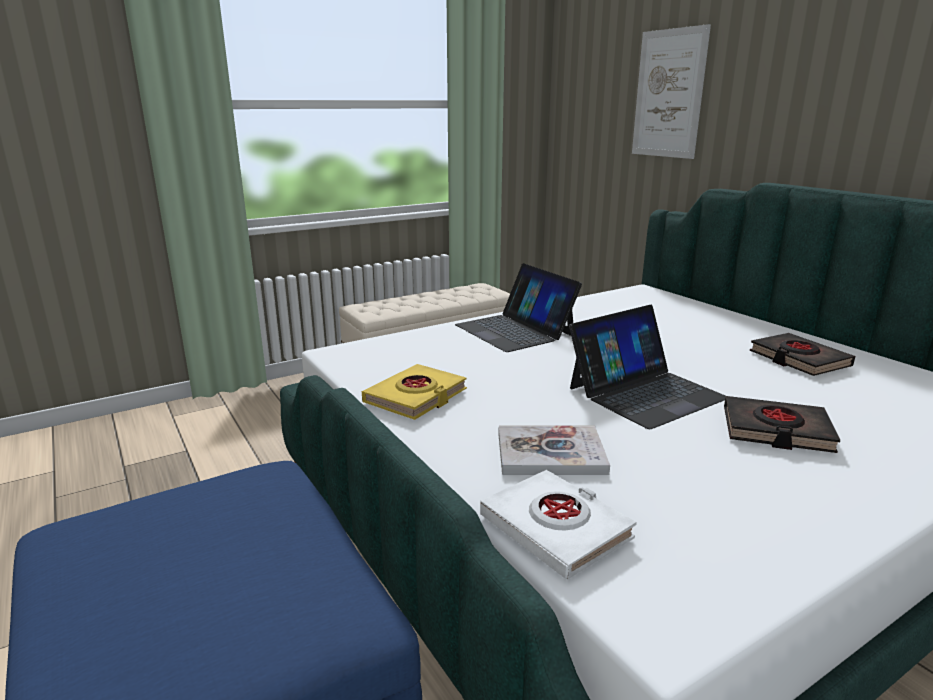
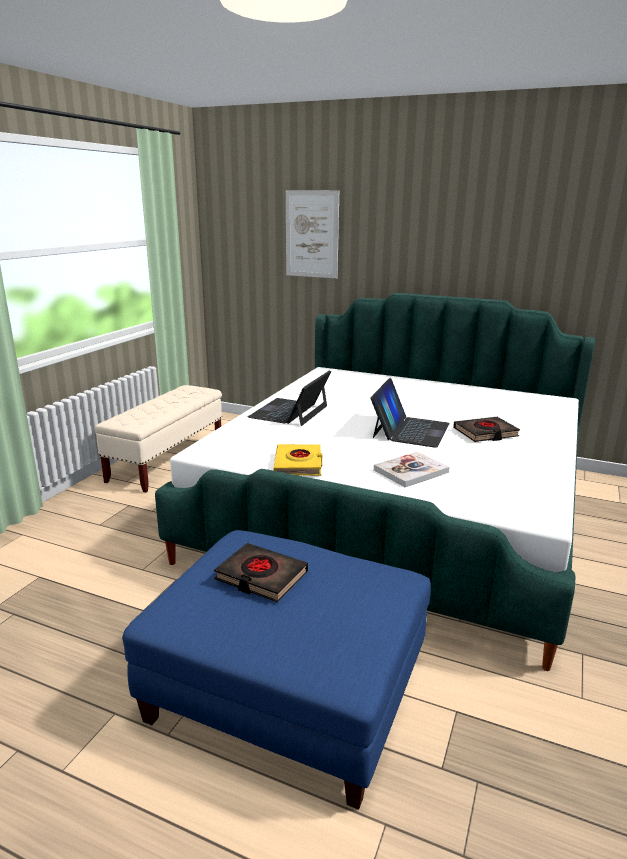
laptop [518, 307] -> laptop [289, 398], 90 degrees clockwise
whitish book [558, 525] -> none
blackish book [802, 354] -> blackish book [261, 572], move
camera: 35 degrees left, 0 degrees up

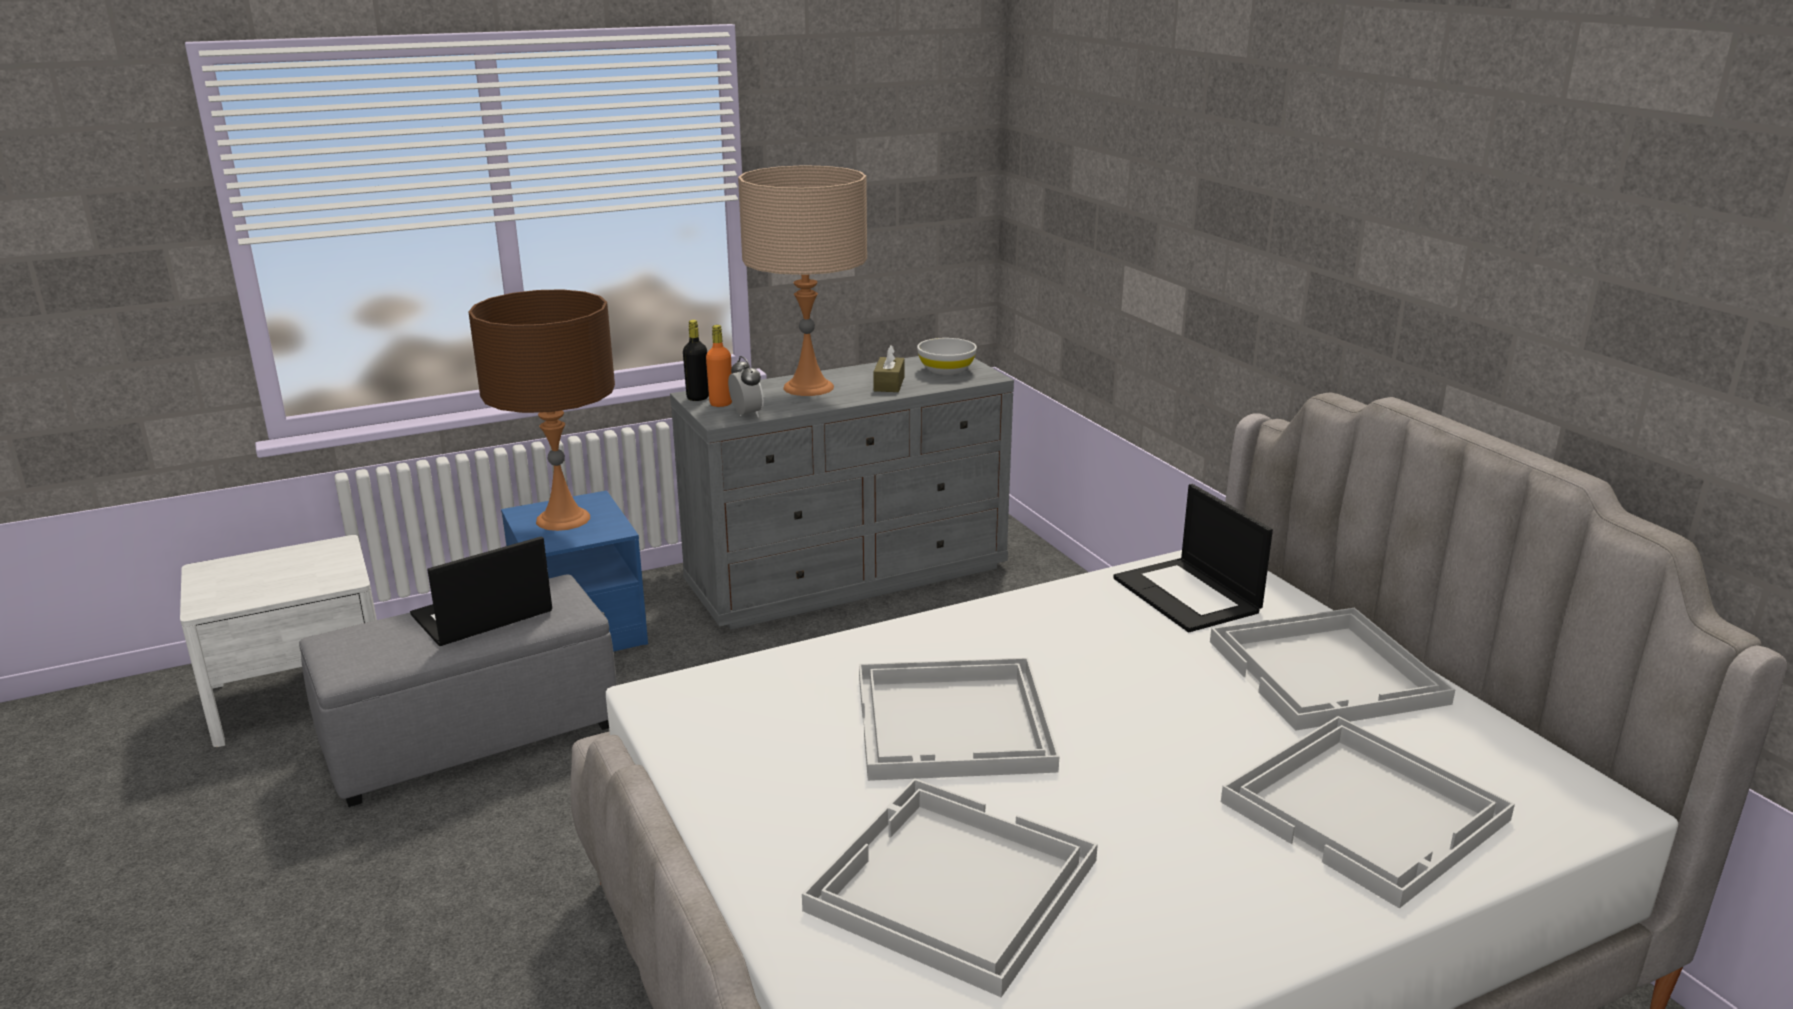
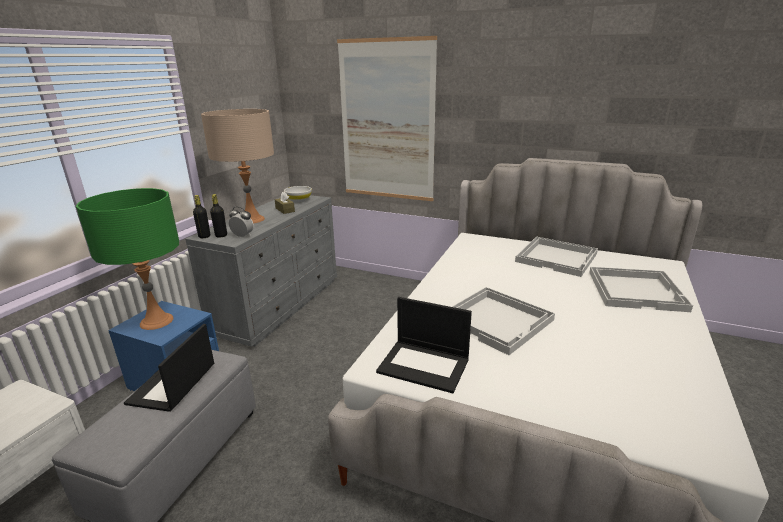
brown-coloured tabletop lamp [541, 410] -> green-coloured tabletop lamp [127, 259]
orange drink bottle [719, 366] -> blackish drink bottle [218, 216]
whitish tray [950, 887] -> none
laptop [1193, 558] -> laptop [424, 345], move
none -> wall picture [387, 118]
camera: 40 degrees left, 0 degrees up

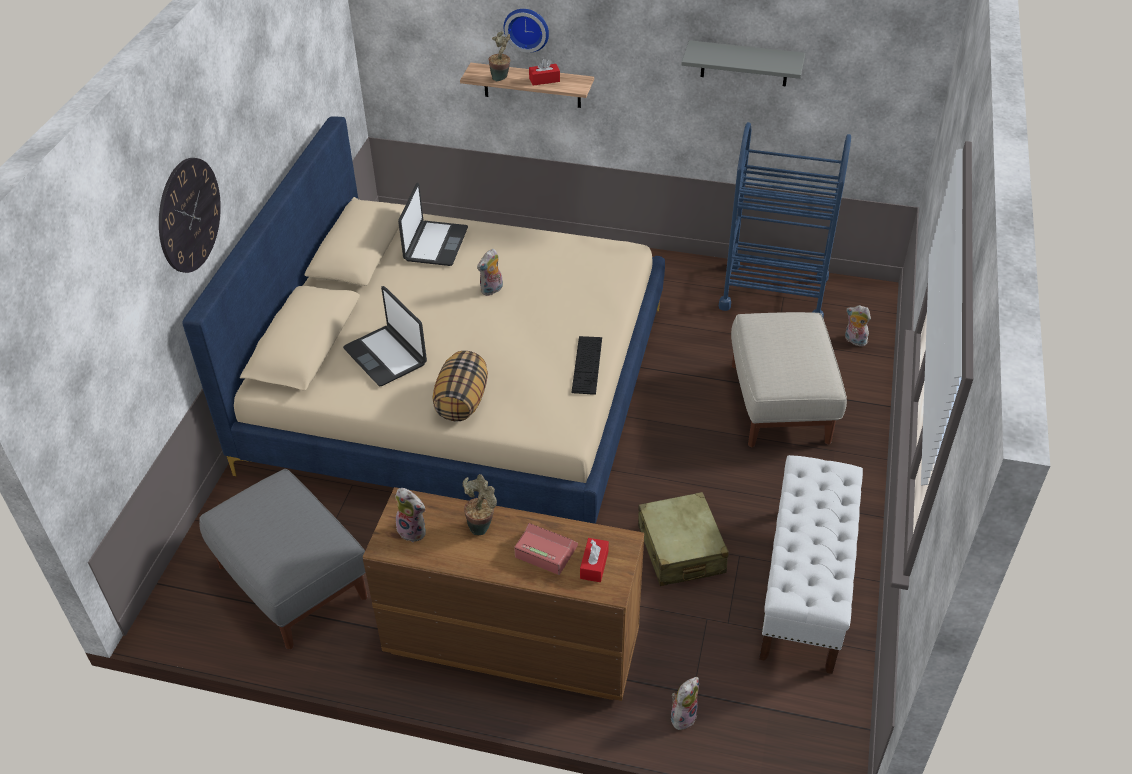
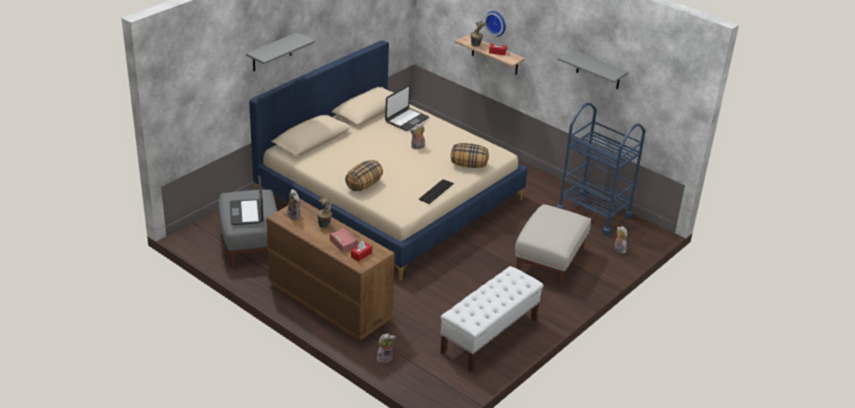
hanging clock [190, 215] -> gray wall shelf [280, 52]
laptop [385, 336] -> laptop [247, 200], move
beige suitcase [683, 539] -> none
none -> throw pillow [470, 155]
camera: 25 degrees right, 10 degrees down

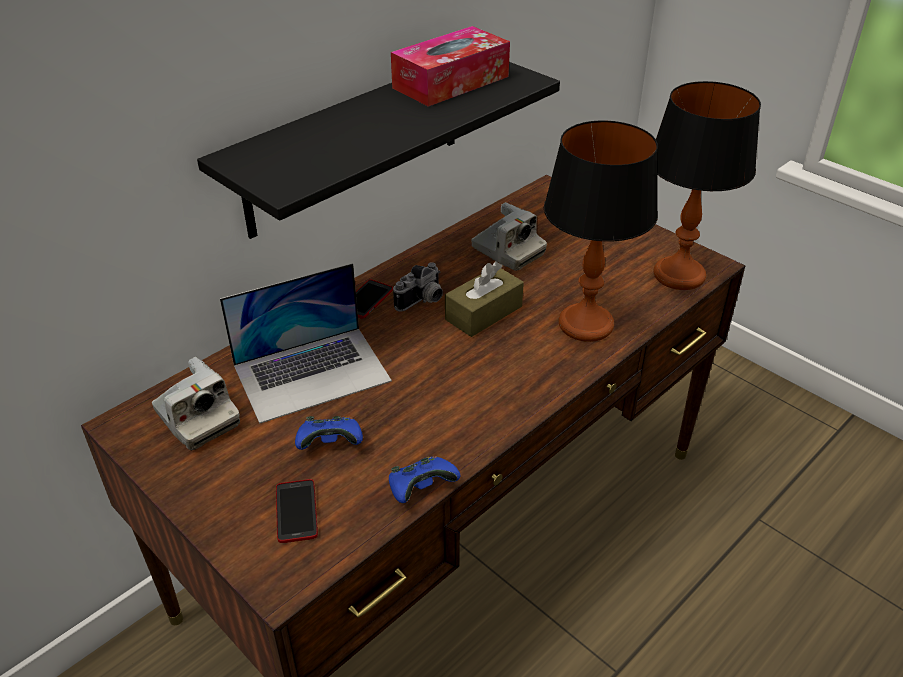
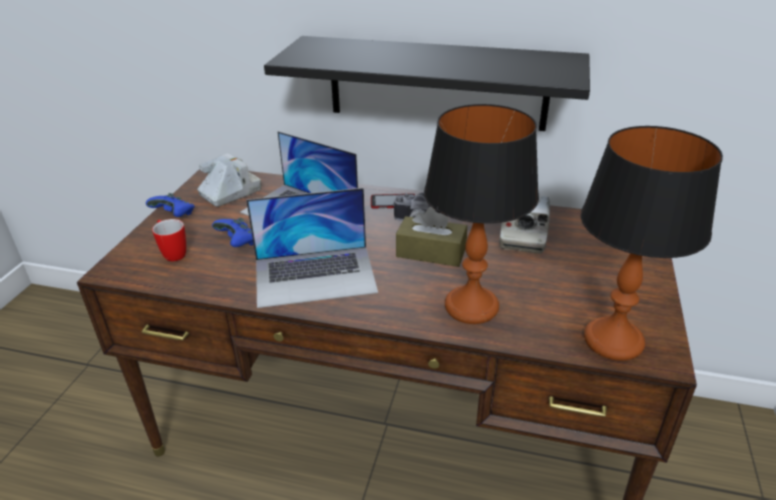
still camera [196, 403] -> still camera [229, 180], 150 degrees counterclockwise
telephone [297, 511] -> tea mug [169, 240]
blue-coloured game controller [424, 479] -> blue-coloured game controller [170, 205], move
tissue box [450, 66] -> none
none -> laptop [312, 248]
camera: 60 degrees right, 5 degrees down

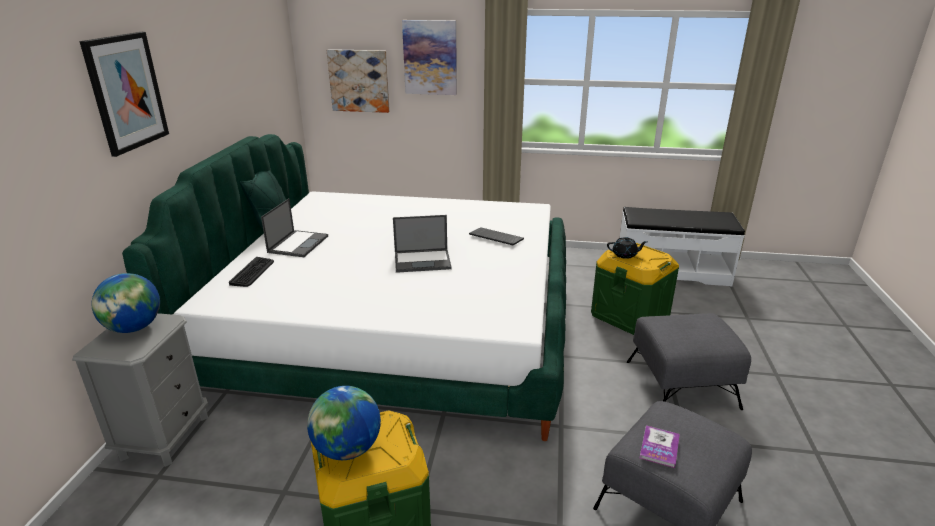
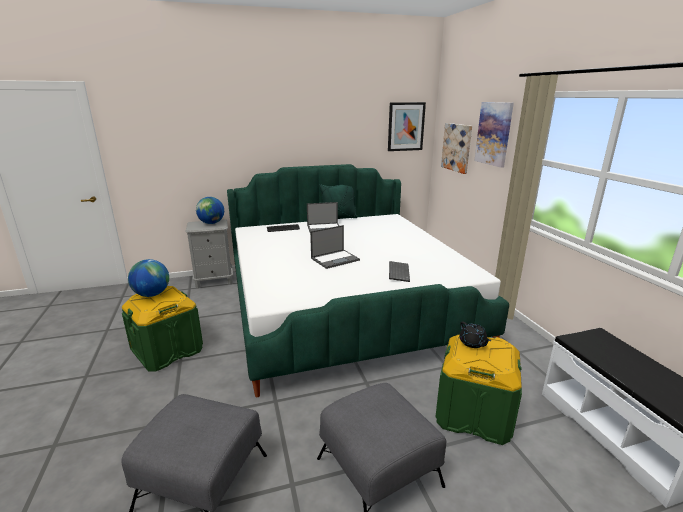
wall picture [124, 94] -> wall picture [407, 126], move
laptop [422, 244] -> laptop [335, 247], 90 degrees counterclockwise
book [660, 446] -> none
camera: 65 degrees right, 5 degrees down

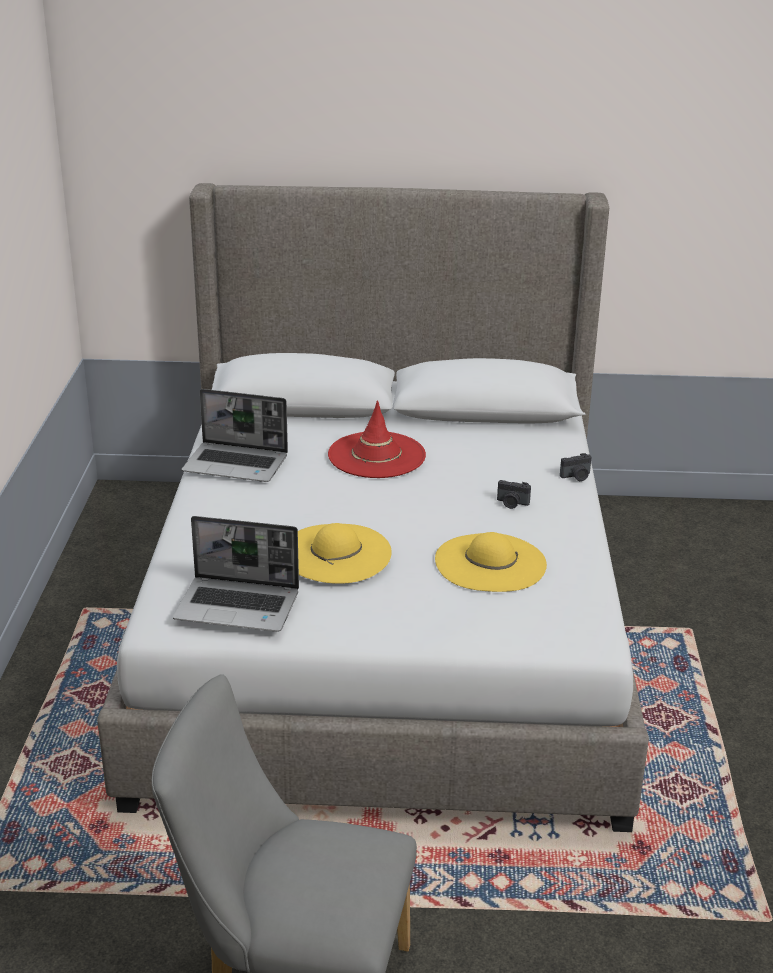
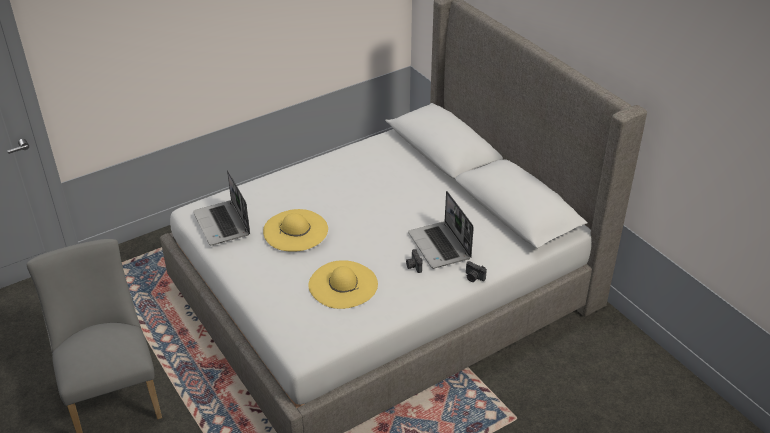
laptop [235, 435] -> laptop [441, 230], move
red-coloured clothing hat [377, 439] -> none
camera: 55 degrees right, 10 degrees up

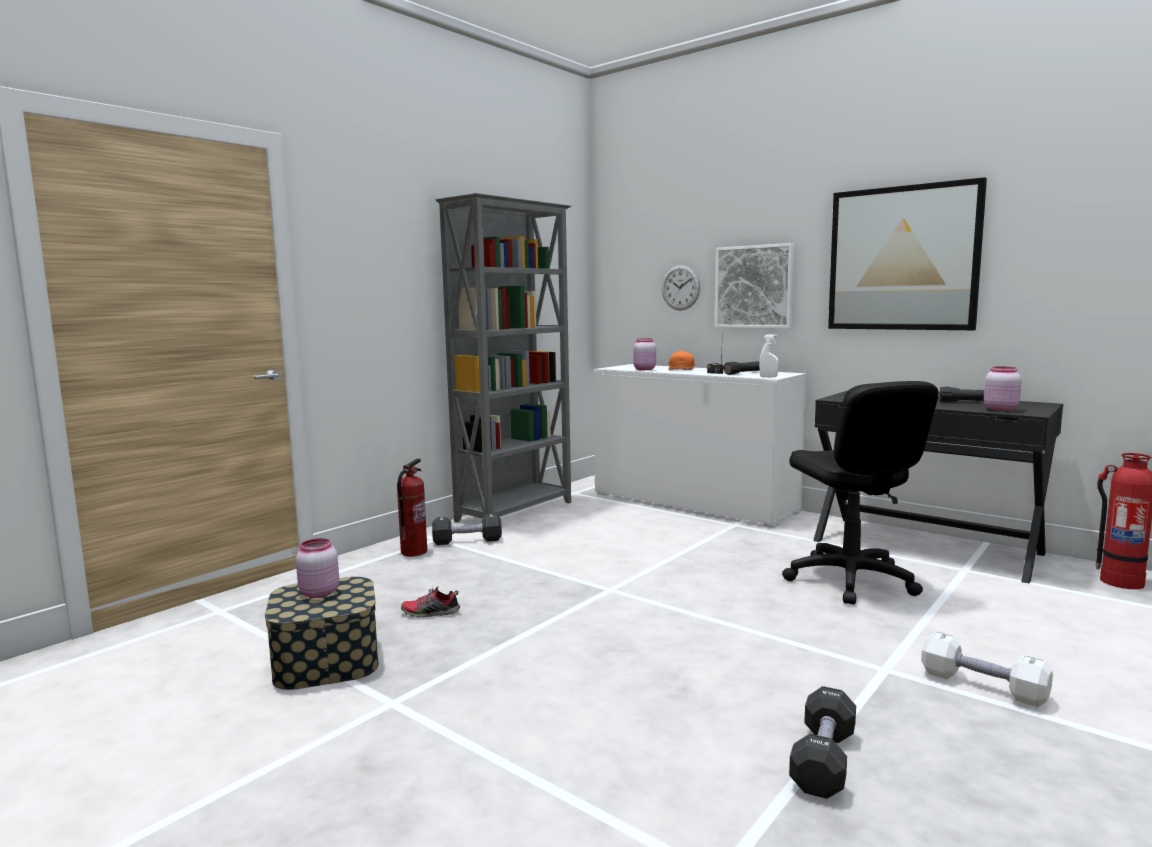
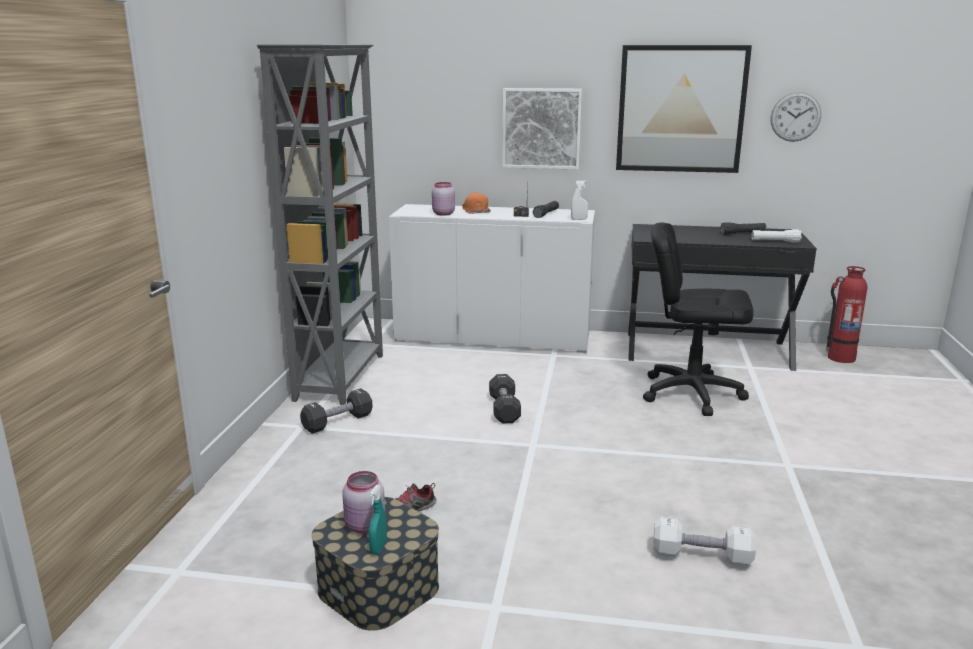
fire-fighting cylinder [412, 508] -> none
hanging clock [681, 287] -> hanging clock [796, 117], move
blackish computer chair [860, 492] -> blackish computer chair [698, 319], 150 degrees clockwise
blackish hand weight [822, 742] -> blackish hand weight [505, 399], move
whitish hand weight [987, 669] -> whitish hand weight [704, 541], move
pinkish jar [1003, 389] -> whitish torch [777, 236]
none -> blue-green spray bottle [378, 520]
camera: 30 degrees left, 10 degrees up

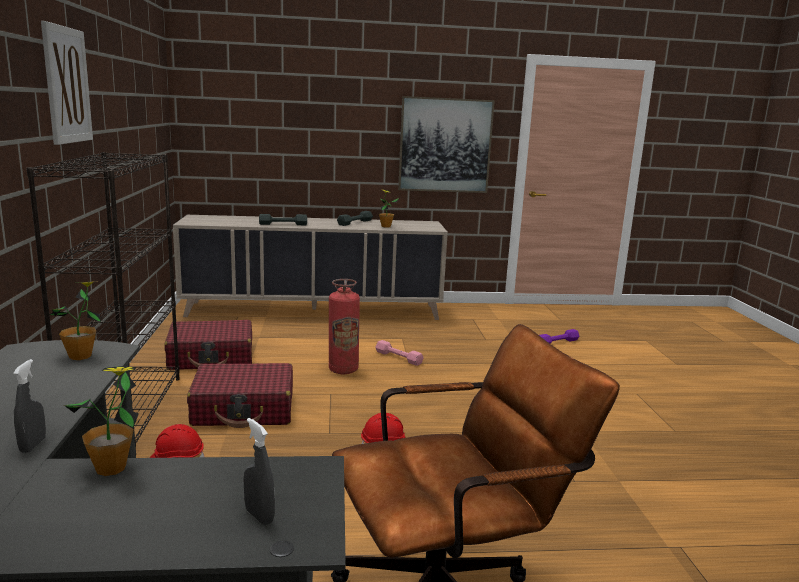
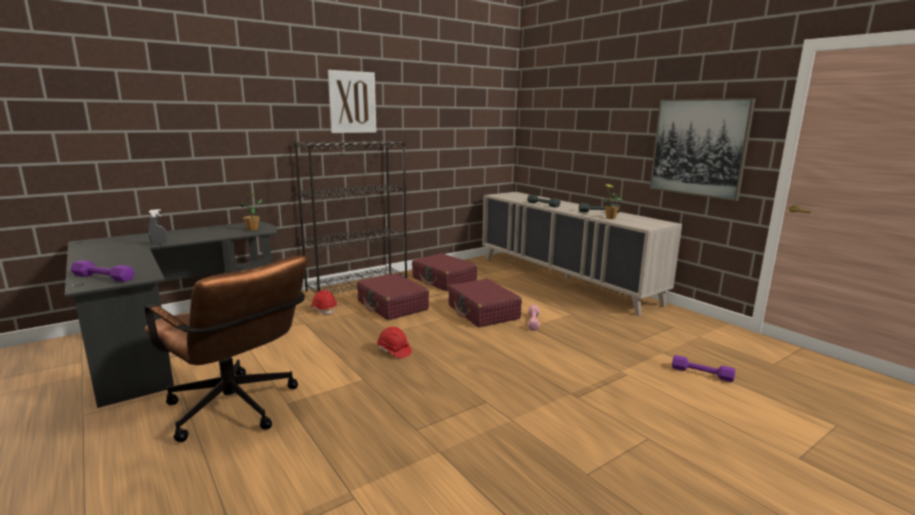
potted plant [101, 421] -> none
gray spray bottle [259, 471] -> purple hand weight [102, 271]
fire-fighting cylinder [344, 326] -> red-coloured suitcase [485, 303]
camera: 60 degrees right, 0 degrees up

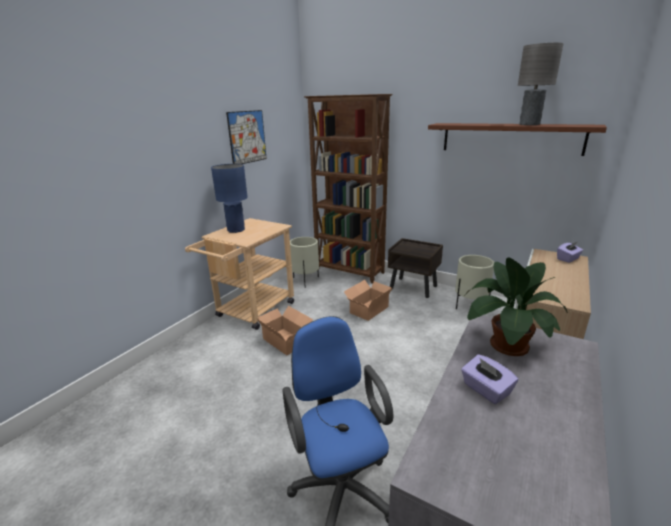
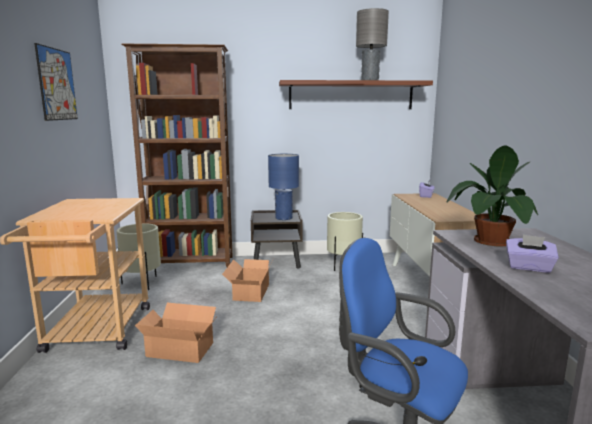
blue-coloured tabletop lamp [229, 198] -> blue-coloured tabletop lamp [283, 187], move
camera: 35 degrees left, 10 degrees down

